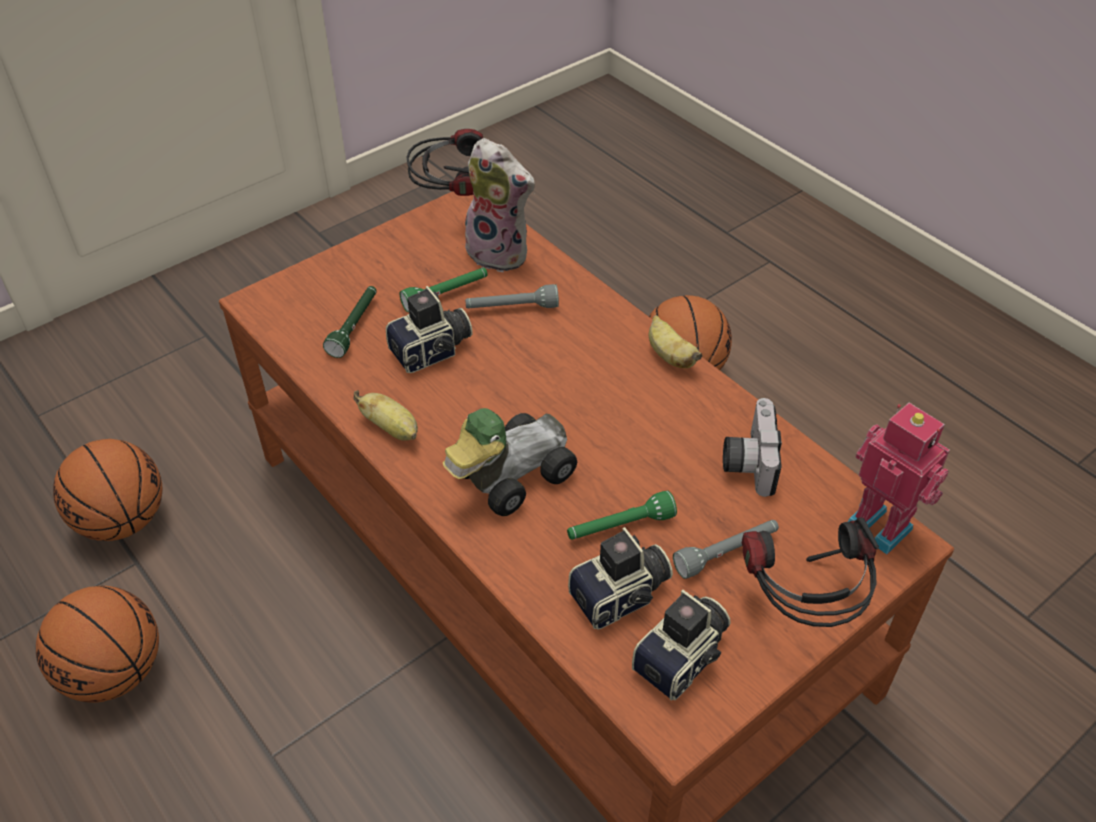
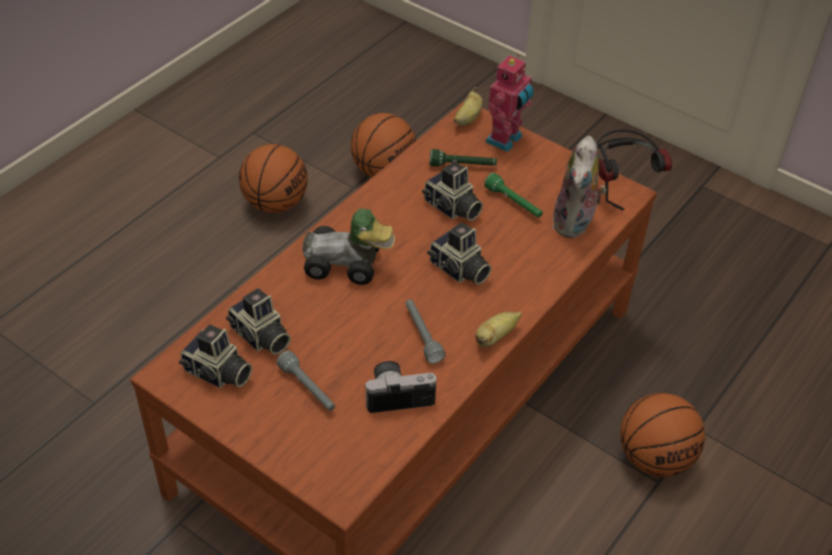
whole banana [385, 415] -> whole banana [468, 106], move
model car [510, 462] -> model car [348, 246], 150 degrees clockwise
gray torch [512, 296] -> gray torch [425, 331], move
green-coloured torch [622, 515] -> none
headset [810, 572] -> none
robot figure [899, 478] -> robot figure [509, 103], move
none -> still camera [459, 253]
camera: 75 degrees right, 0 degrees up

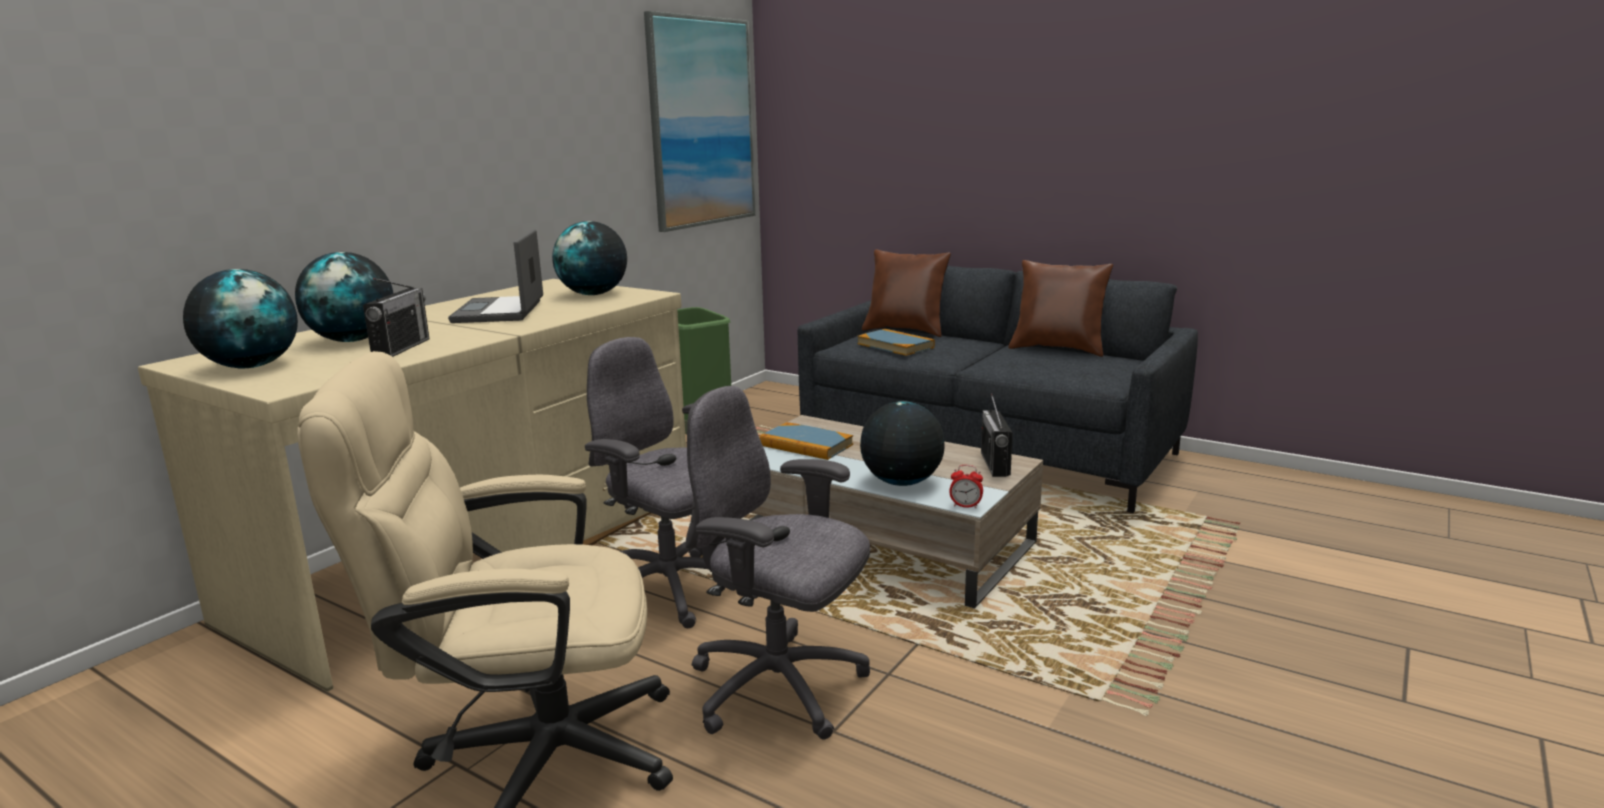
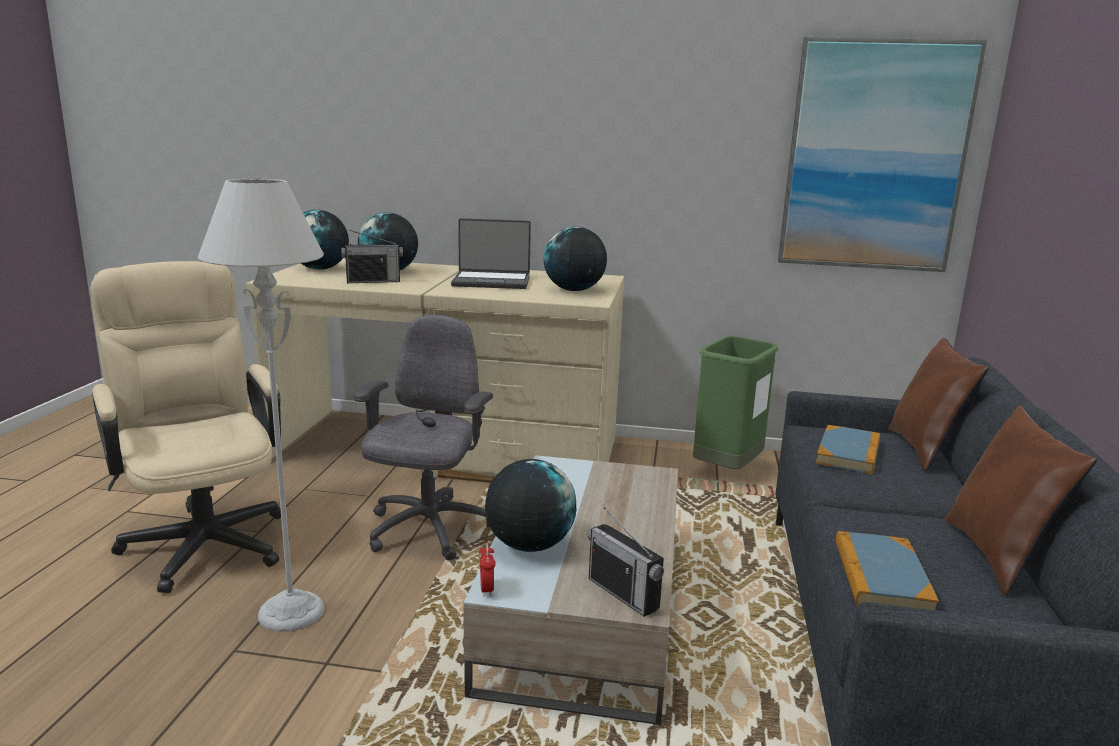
laptop [495, 276] -> laptop [491, 253], 150 degrees counterclockwise
gray computer chair [777, 562] -> gray standing lamp [261, 405]
book [806, 441] -> book [887, 570], move
radio receiver [997, 435] -> radio receiver [625, 562], 105 degrees counterclockwise
camera: 65 degrees right, 0 degrees up

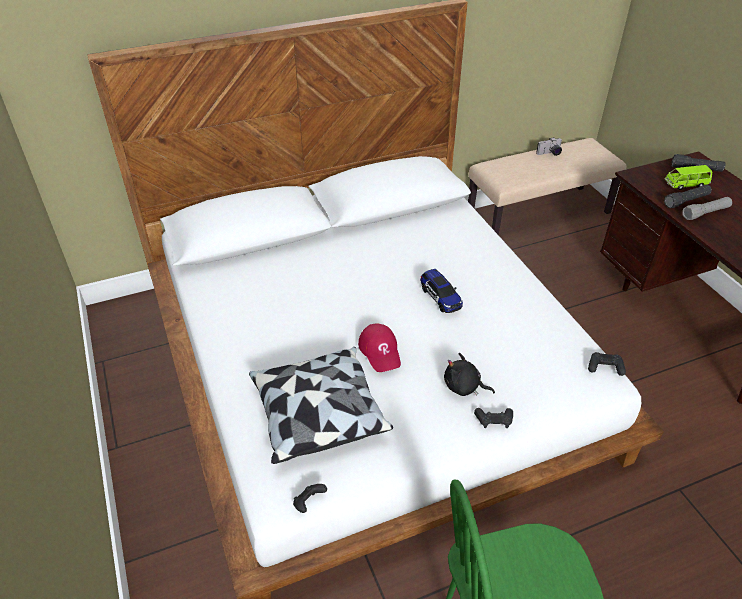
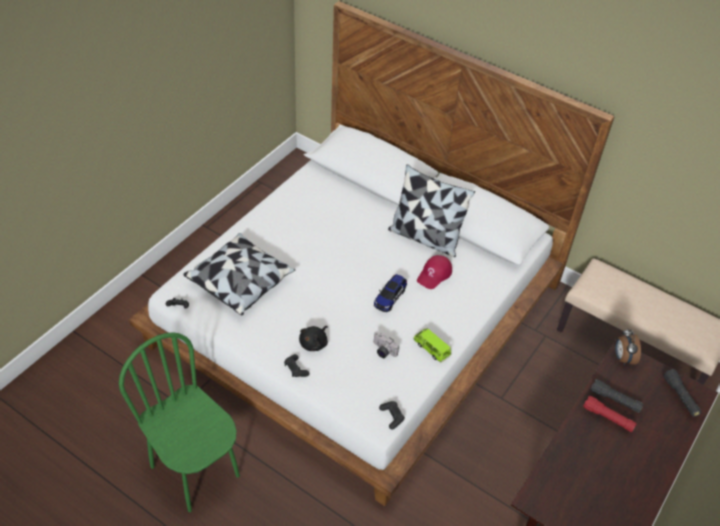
red-coloured cap [379, 348] -> red-coloured cap [434, 272], move
blackish cuddly toy [469, 374] -> blackish cuddly toy [313, 338], 135 degrees counterclockwise
still camera [549, 146] -> still camera [386, 344], move
green-coloured model car [688, 177] -> green-coloured model car [432, 345], move
gray torch [707, 208] -> red-coloured torch [610, 414]
none -> throw pillow [431, 210]
none -> alarm clock [628, 346]
camera: 55 degrees right, 5 degrees up

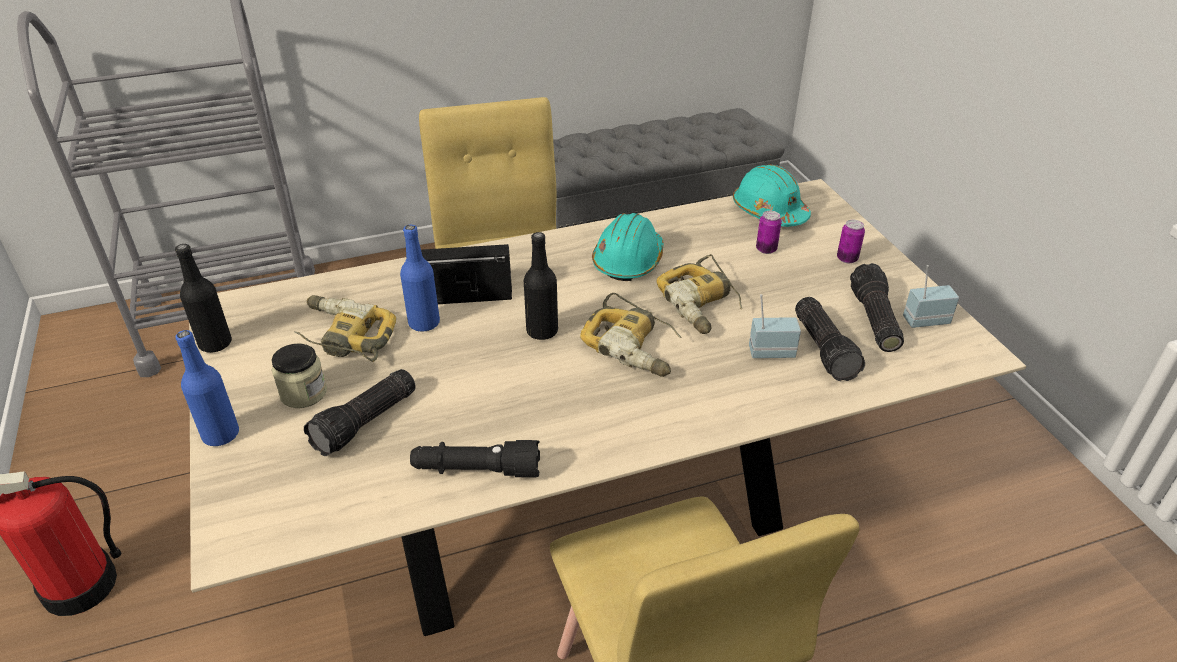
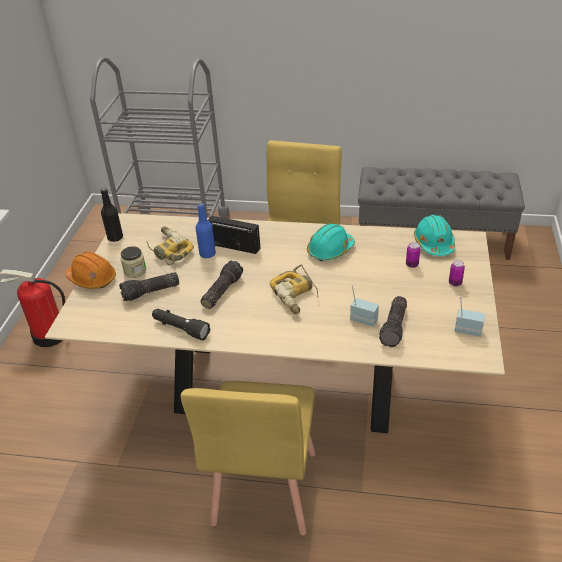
blue-coloured drink bottle [207, 388] -> orange work helmet [91, 270]
blackish drink bottle [541, 286] -> none
drill [699, 294] -> none
torch [877, 307] -> torch [222, 284], move
camera: 30 degrees right, 0 degrees up

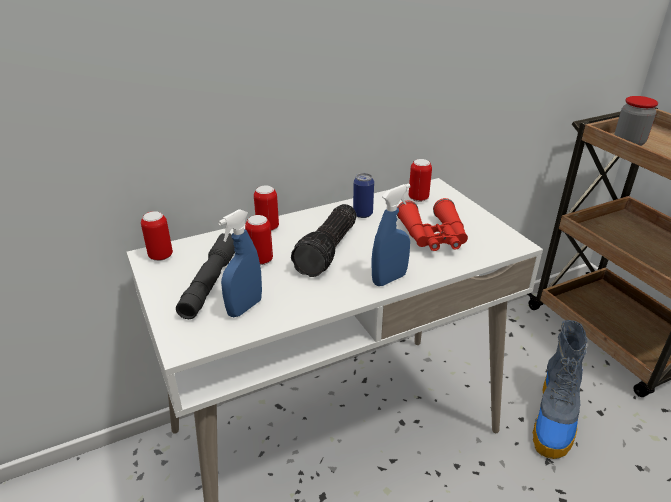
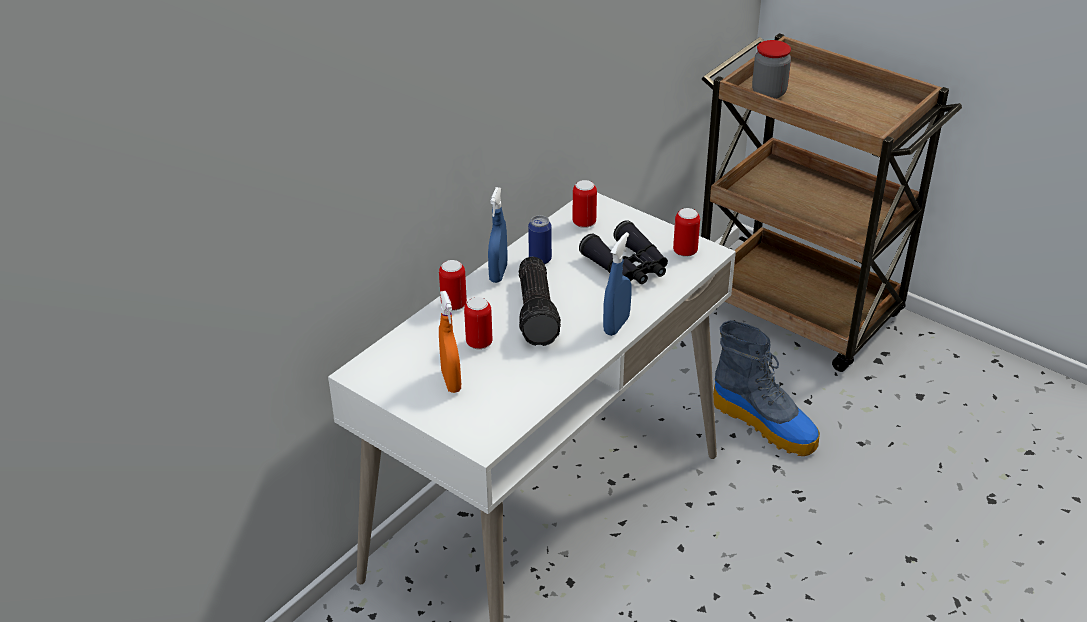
metal can [157, 236] -> metal can [686, 232], move
gray torch [205, 276] -> orange spray bottle [450, 342]
blue-coloured spray bottle [240, 263] -> blue-coloured spray bottle [498, 235], move
red-coloured pair of binoculars [432, 224] -> blackish pair of binoculars [623, 252]
high-top boot [559, 389] -> high-top boot [766, 388], 45 degrees counterclockwise
camera: 25 degrees left, 5 degrees up

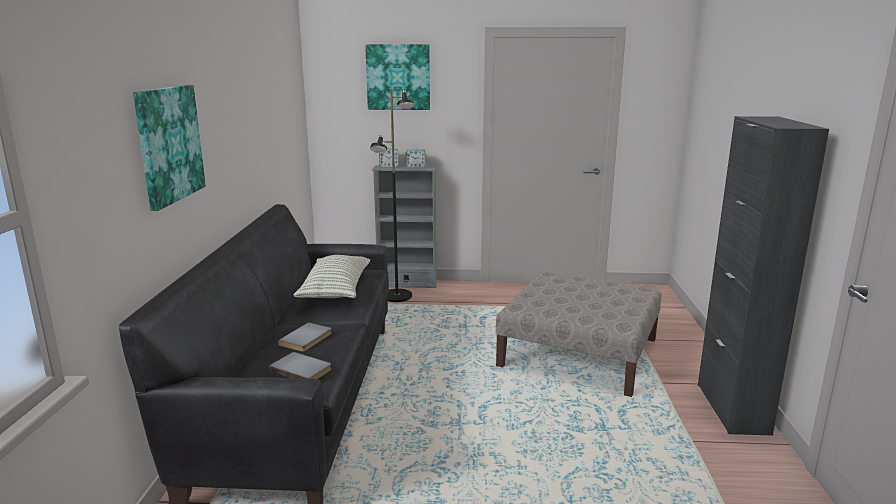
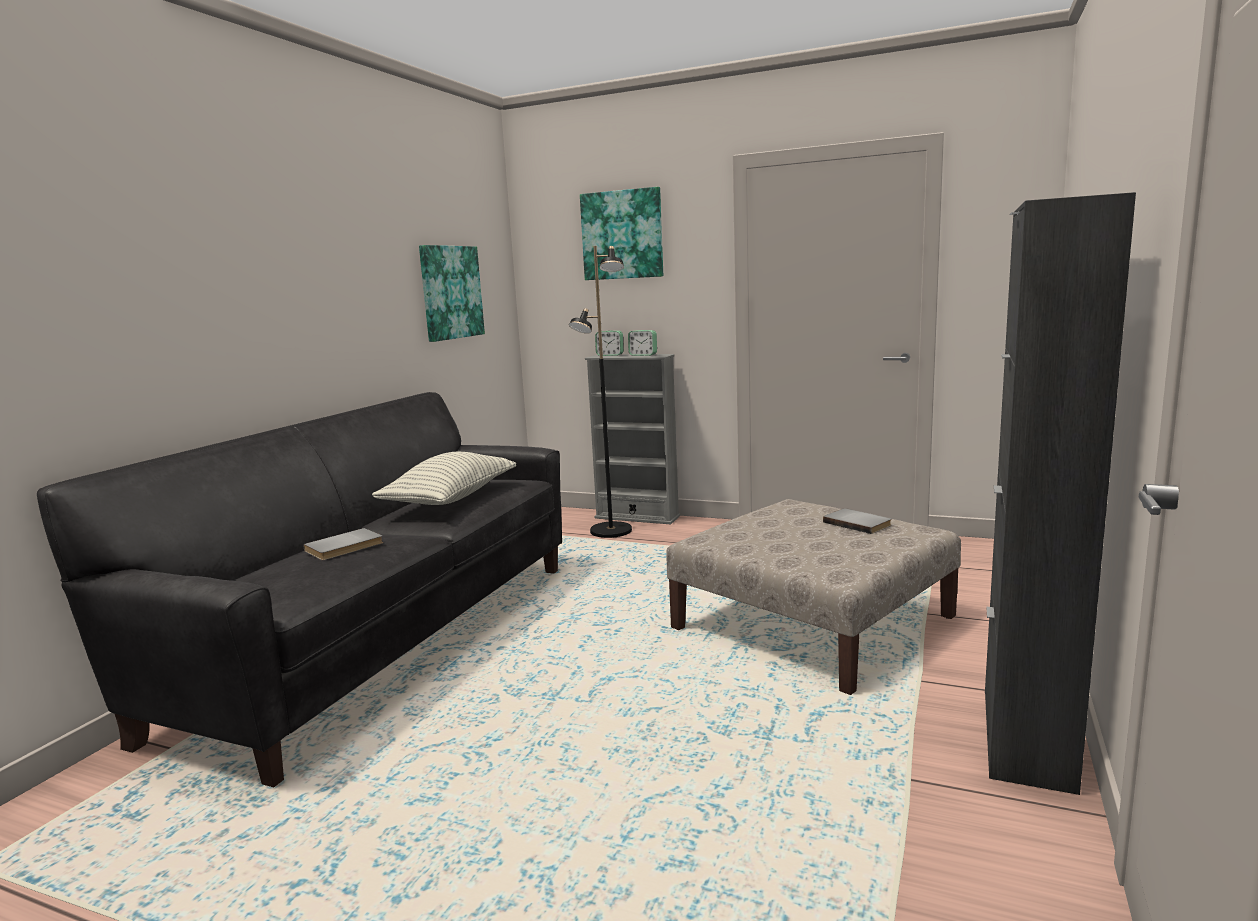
wall picture [169, 148] -> wall picture [452, 293], move
gray book [300, 365] -> gray book [857, 521], move
camera: 20 degrees right, 5 degrees down

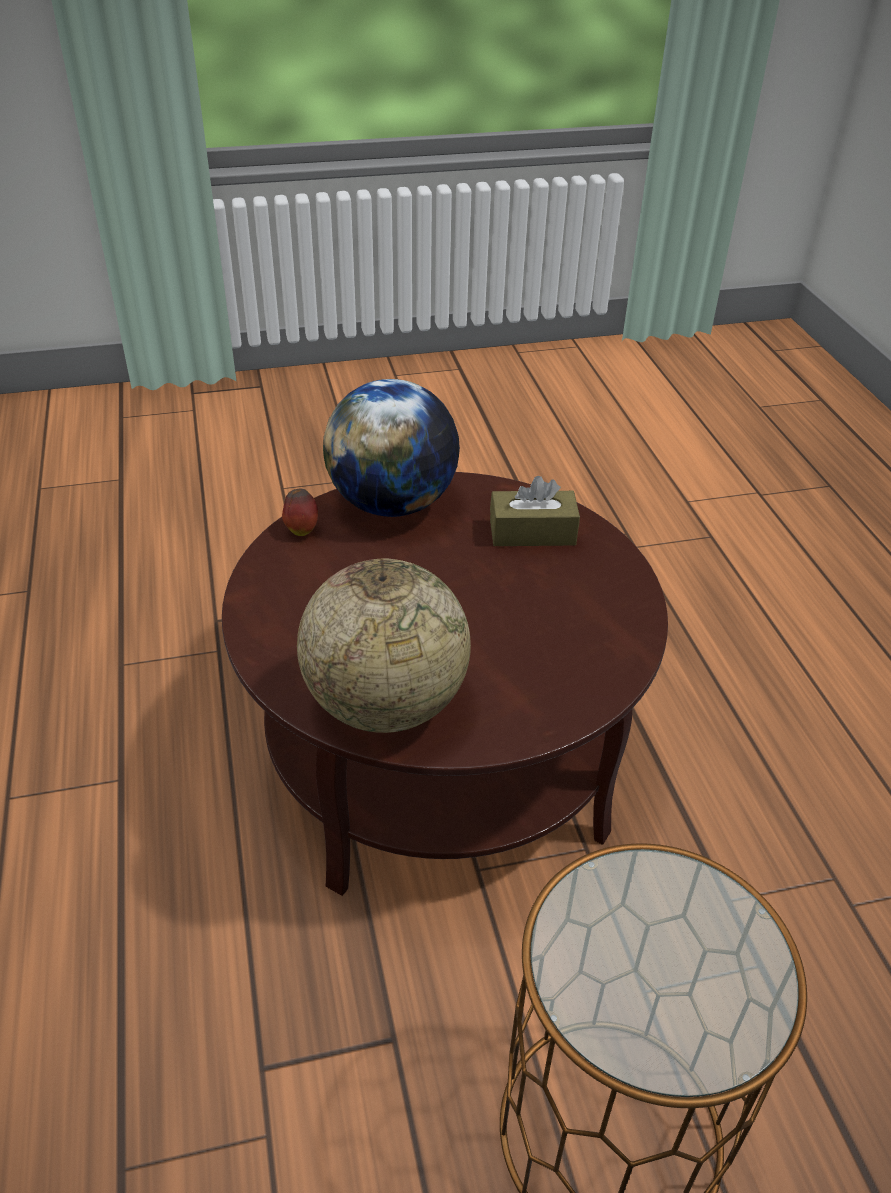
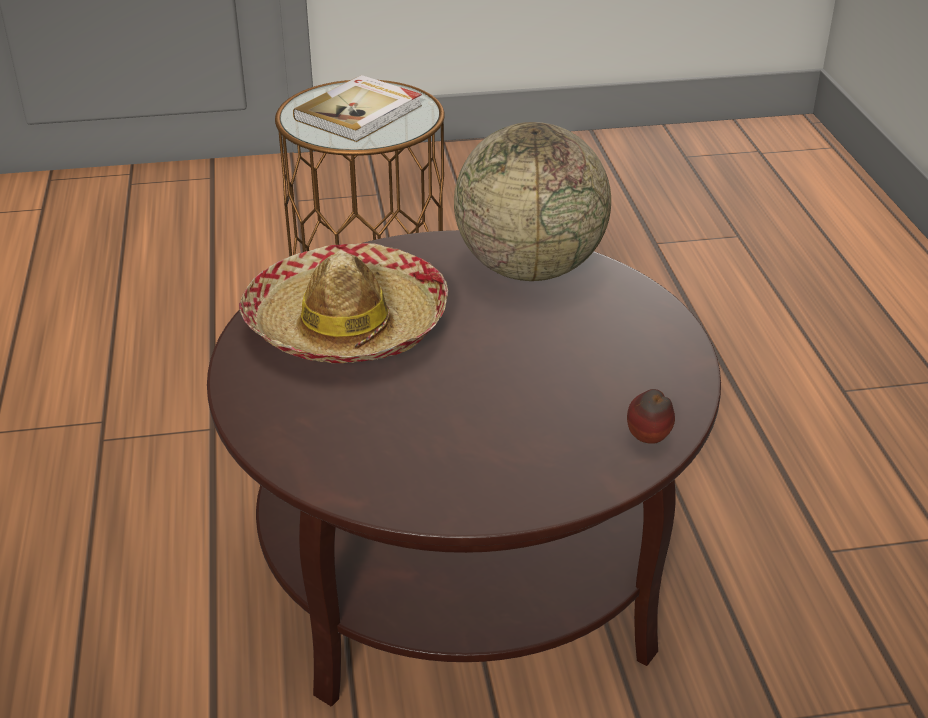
desk globe [391, 448] -> none
brown-coloured tissue box [535, 511] -> none
none -> clothing hat [343, 303]
none -> book [357, 108]
camera: 175 degrees left, 5 degrees down

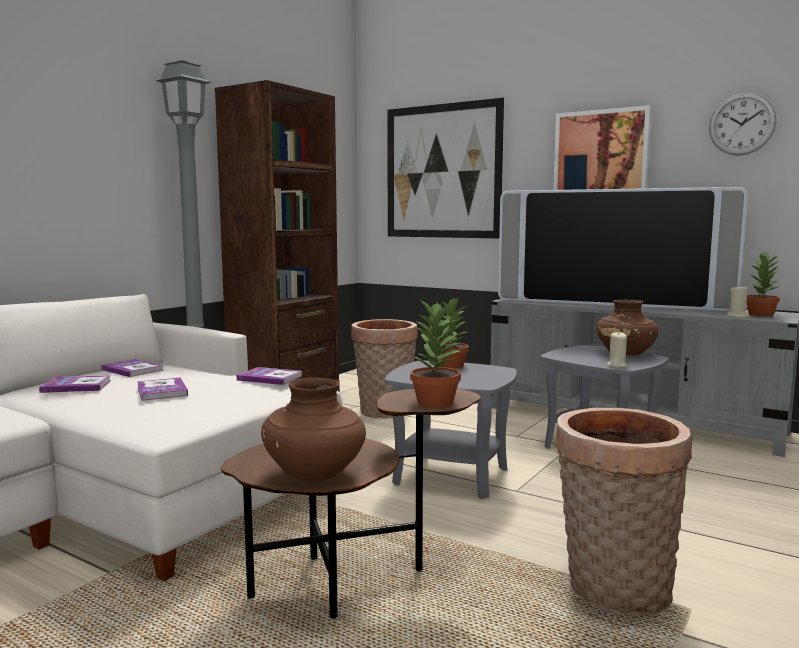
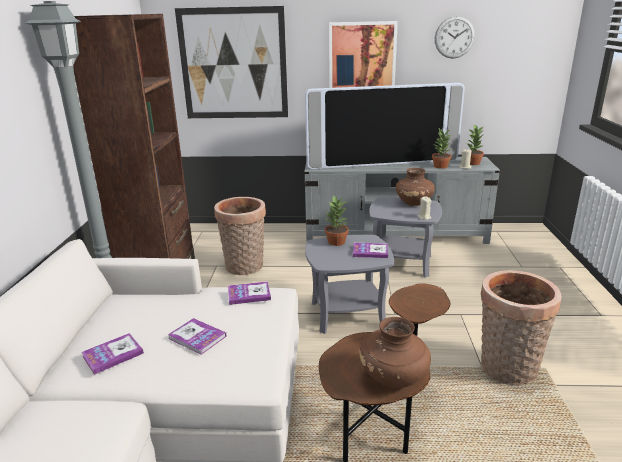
book [132, 368] -> book [370, 250], move
potted plant [435, 353] -> potted plant [442, 148], move
camera: 30 degrees left, 15 degrees up

